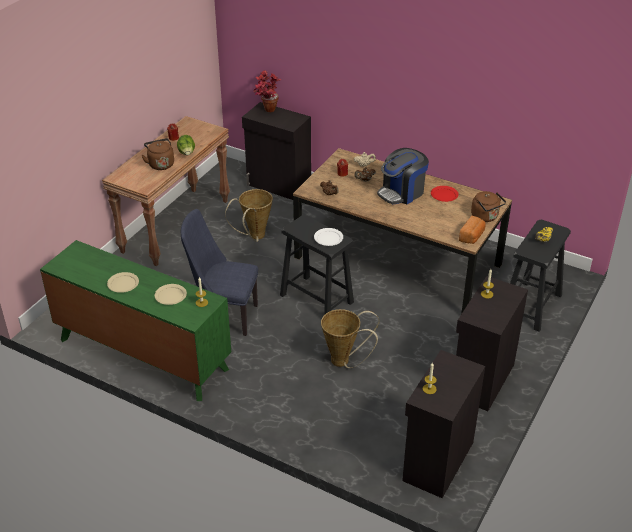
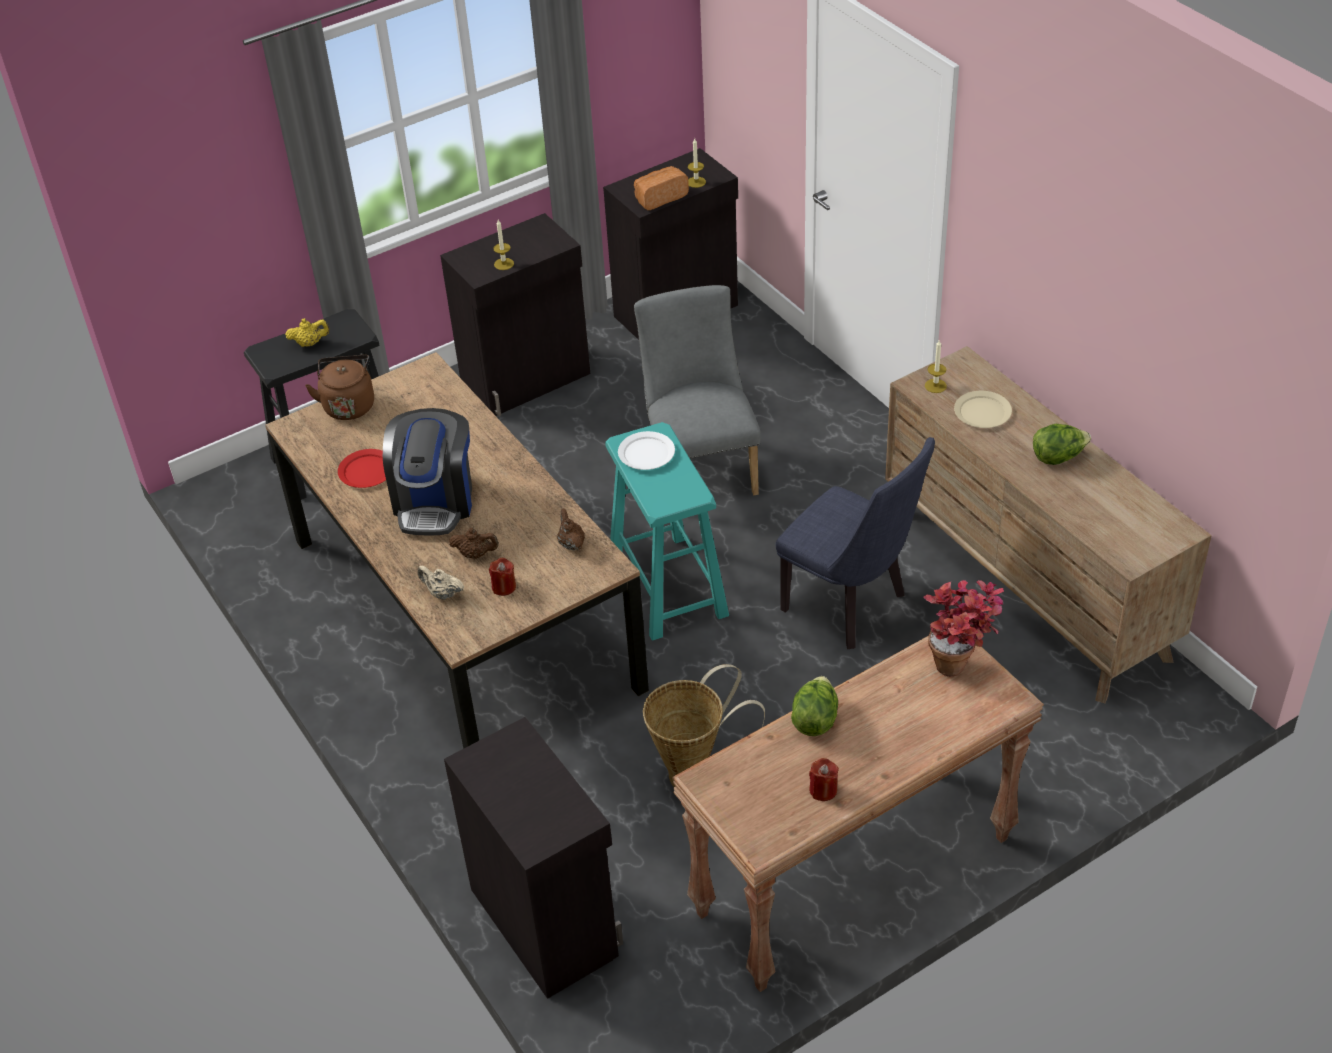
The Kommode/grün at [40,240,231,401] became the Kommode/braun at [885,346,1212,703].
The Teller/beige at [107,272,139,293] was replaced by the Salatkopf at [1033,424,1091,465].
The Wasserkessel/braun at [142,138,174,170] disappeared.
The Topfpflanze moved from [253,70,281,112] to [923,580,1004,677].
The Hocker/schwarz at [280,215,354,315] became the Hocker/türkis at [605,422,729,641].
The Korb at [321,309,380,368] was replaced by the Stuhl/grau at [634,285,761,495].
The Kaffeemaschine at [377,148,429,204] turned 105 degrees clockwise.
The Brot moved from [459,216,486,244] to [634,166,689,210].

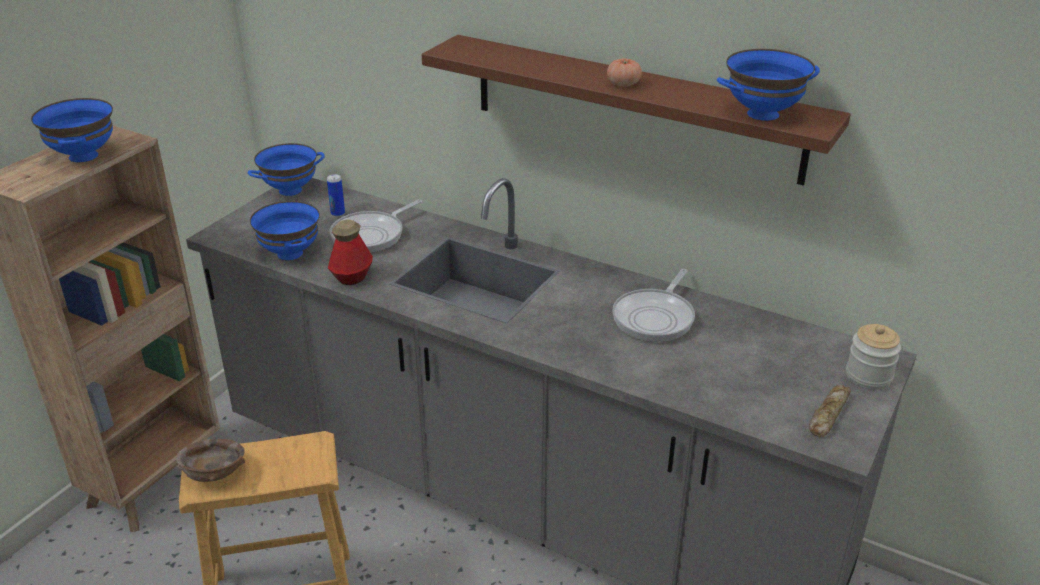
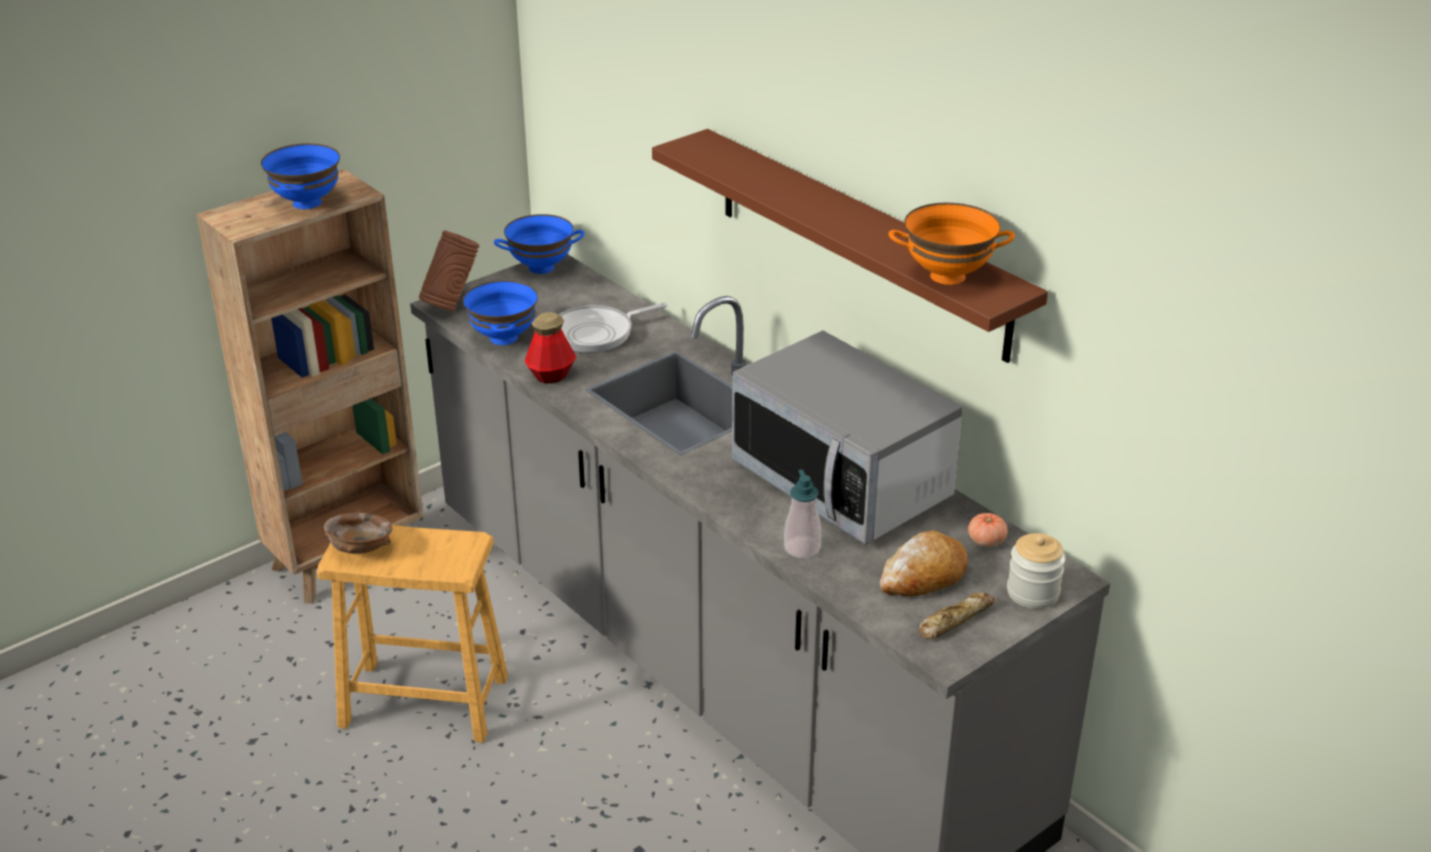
The Dose at [327,174,345,217] disappeared.
The Tomate moved from [607,58,642,87] to [968,513,1008,547].
The Pfanne at [612,269,695,342] was replaced by the Mikrowelle at [732,331,963,544].
The Schüssel/blau at [717,49,820,121] became the Schüssel/orange at [888,203,1015,285].
The Vase/braun at [419,230,479,311] appeared.
The Seifenspender at [784,470,821,559] appeared.
The Brot at [880,530,968,596] appeared.

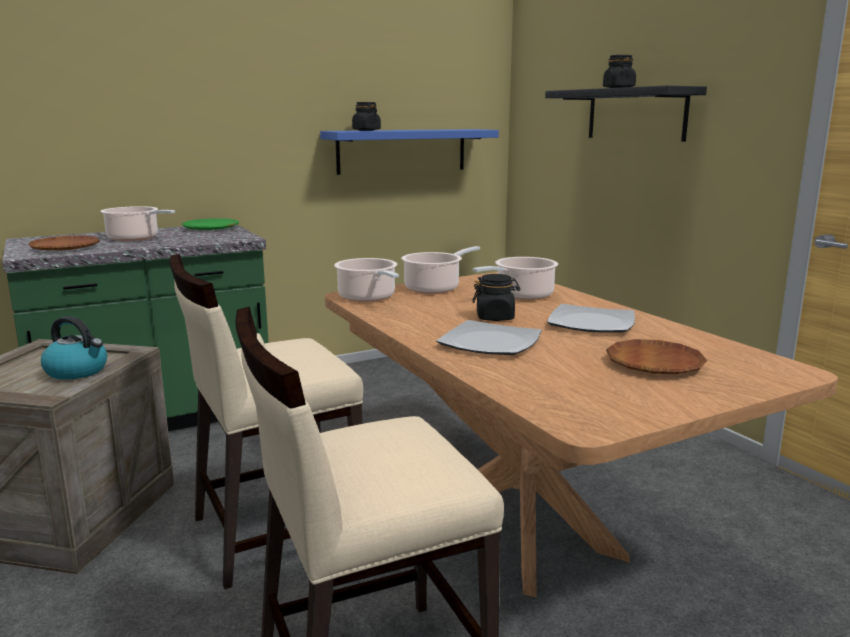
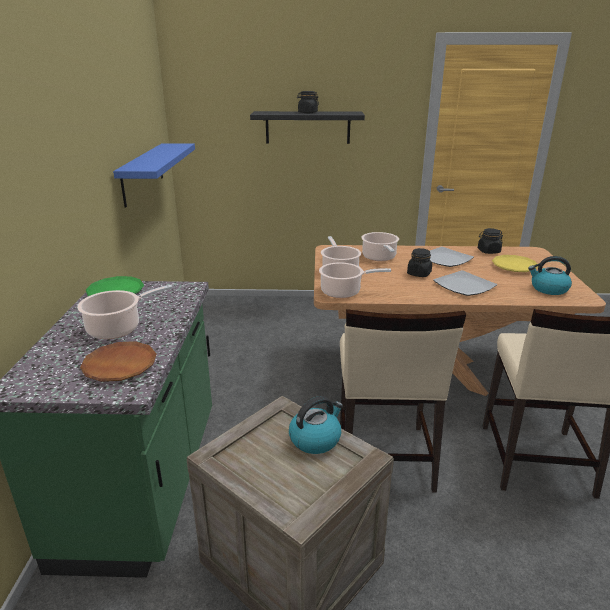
The Vorratsglas/schwarz moved from [352,102,381,131] to [478,228,503,254].
The Teller/braun at [606,339,707,374] became the Teller/gelb at [492,255,538,272].
The Wasserkessel at [528,256,572,295] appeared.

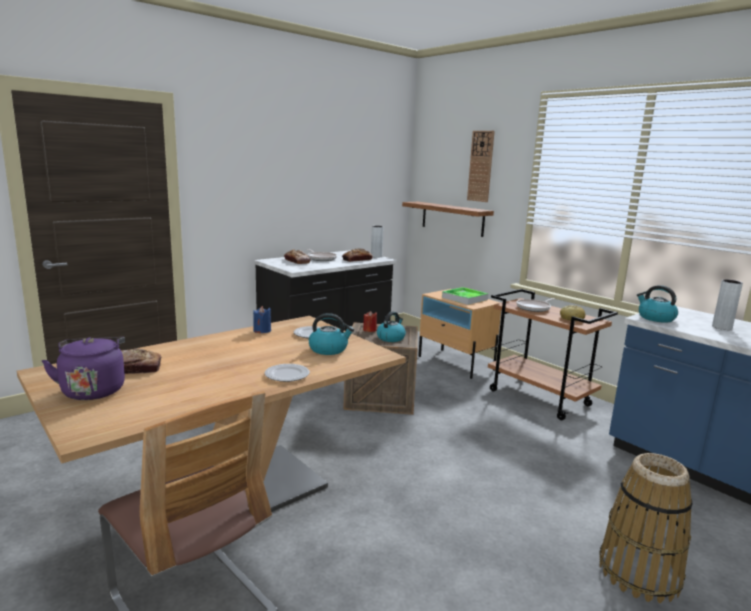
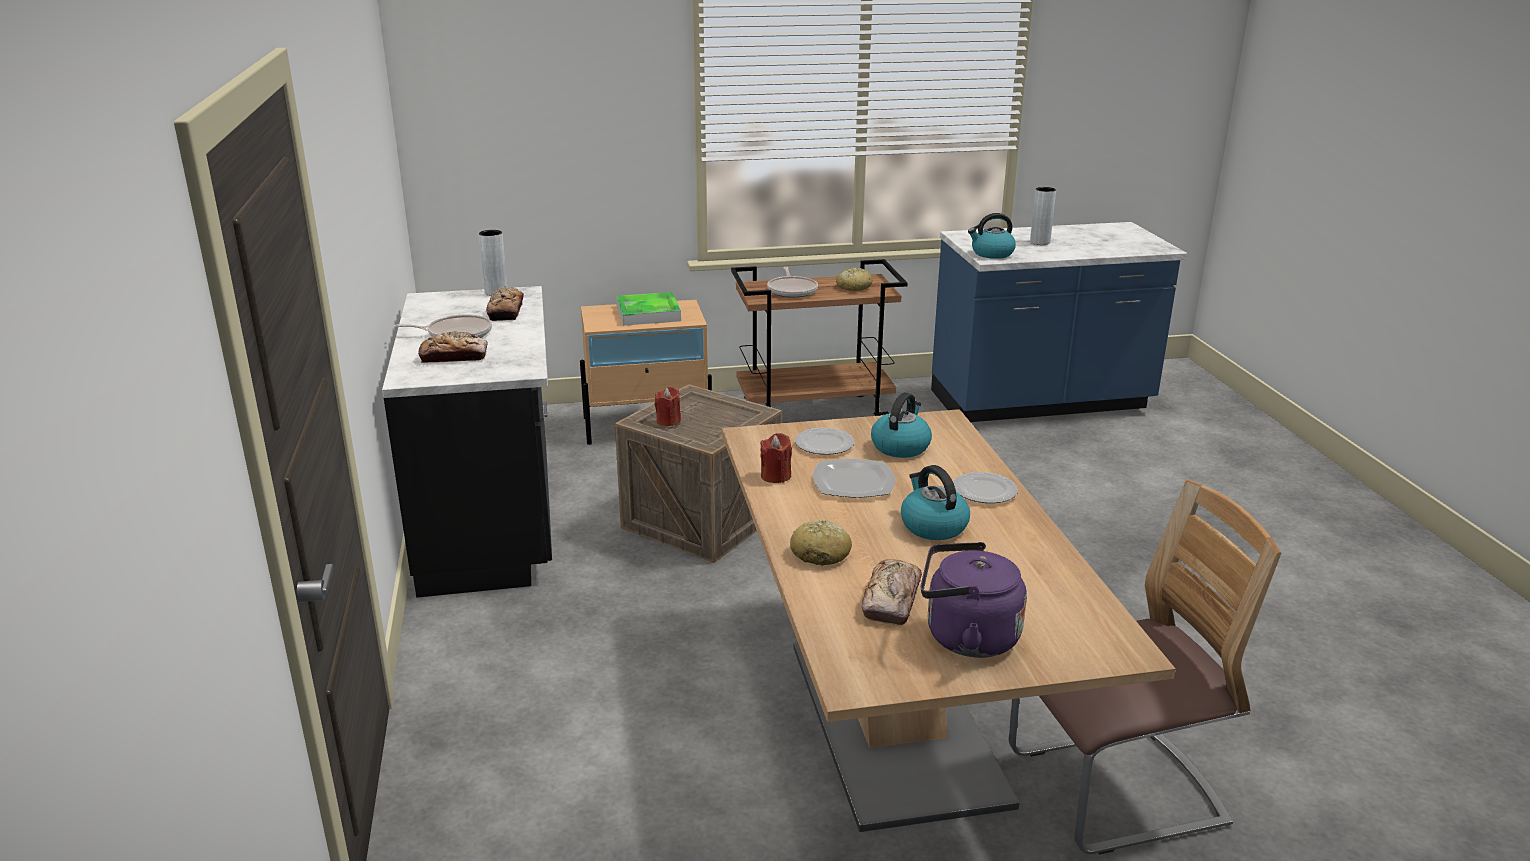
The Kerze/blau at [253,306,271,333] became the Kerze/rot at [760,433,792,483].
The Wasserkessel moved from [377,311,406,342] to [901,465,970,540].
The Wandregal at [402,202,494,237] disappeared.
The Wanduhr at [467,131,495,202] disappeared.
The Korb at [599,453,692,603] disappeared.
The Brot at [790,520,852,566] appeared.
The Teller at [813,459,895,498] appeared.

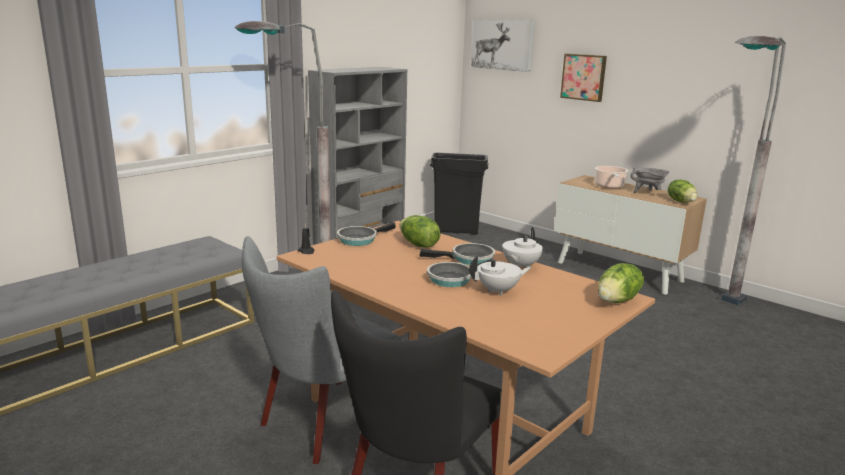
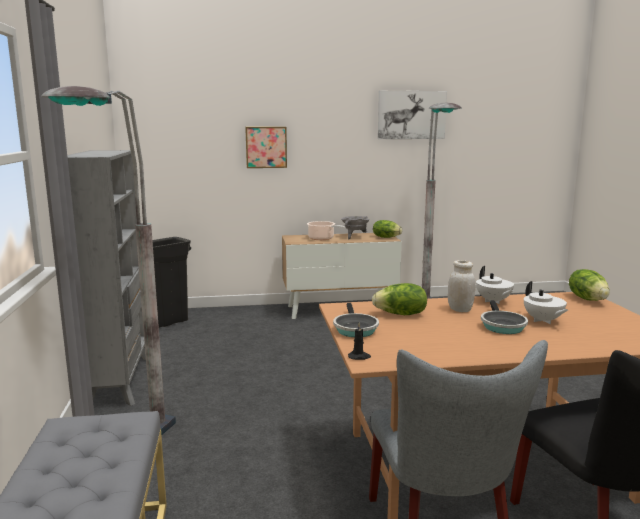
The Pfanne at [419,243,495,265] was replaced by the Vorratsglas/weiß at [448,260,476,312].
The Teekanne/weiß at [469,256,532,296] turned 135 degrees clockwise.
The Bild moved from [471,19,534,72] to [378,91,447,139].

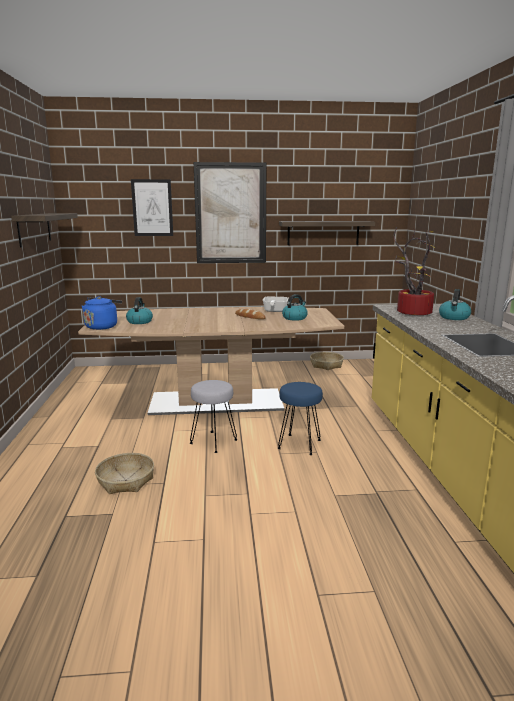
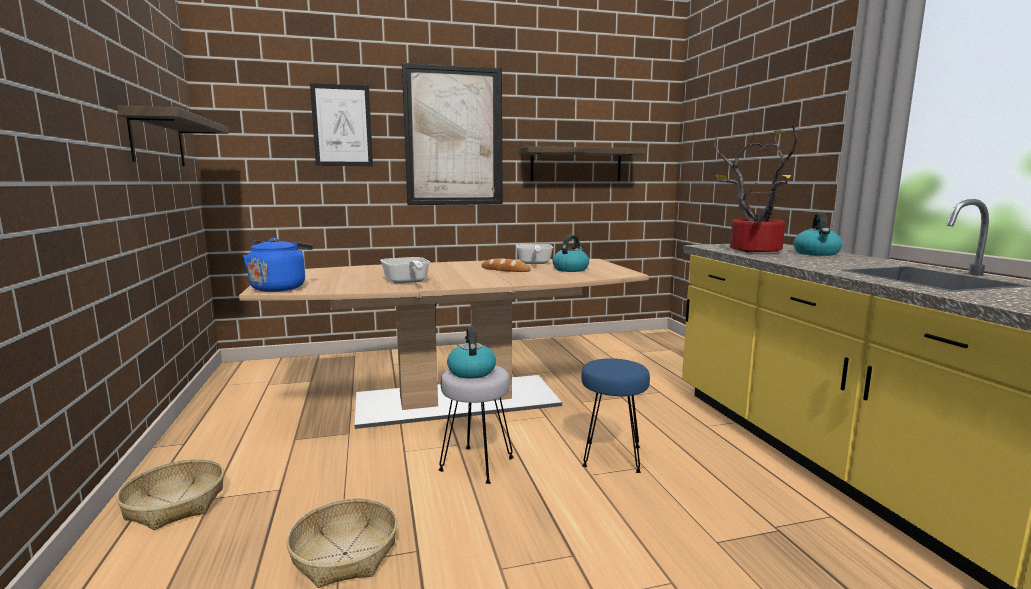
The Wasserkessel moved from [126,297,153,324] to [447,326,496,379].
The Korb moved from [310,352,344,370] to [116,459,224,530].
The Pfanne at [380,257,430,283] appeared.

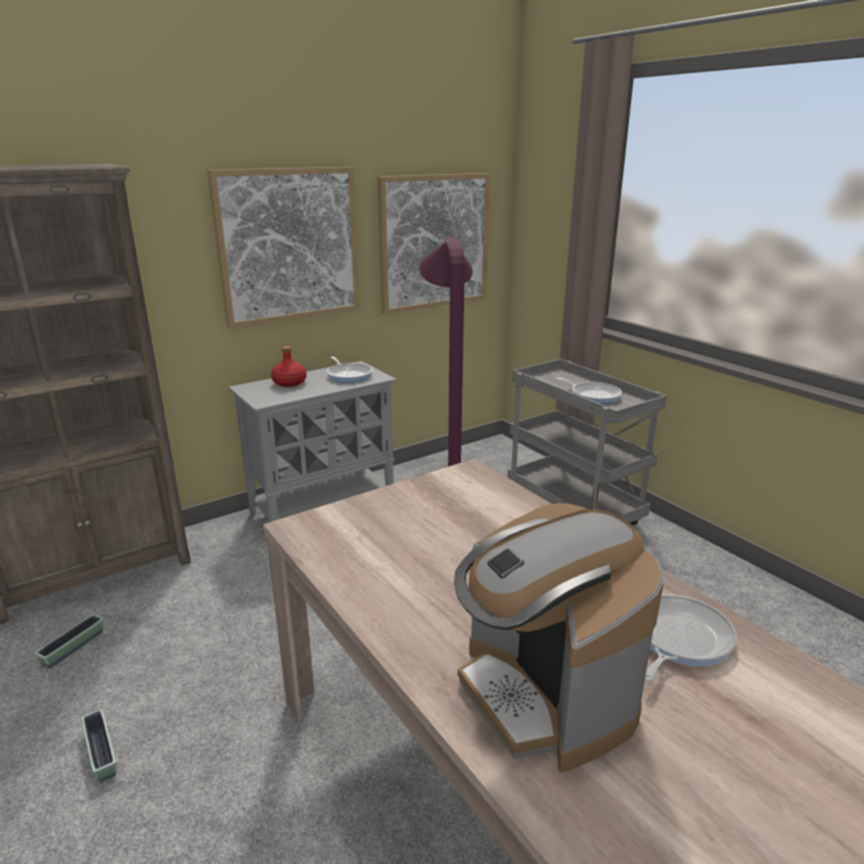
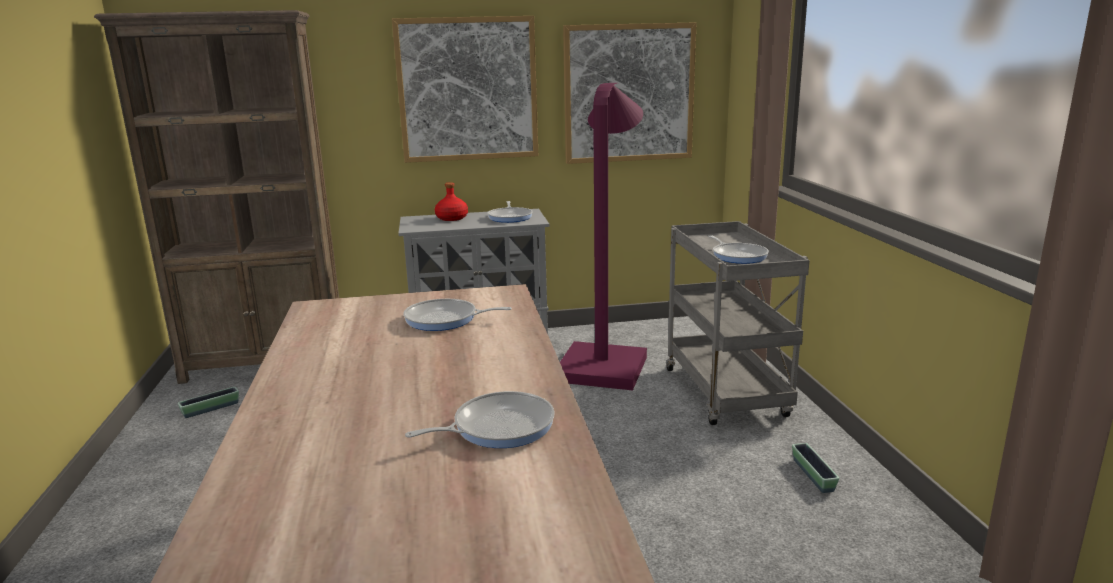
The Pflanzkübel moved from [81,709,116,782] to [792,443,839,493].
The Kaffeemaschine at [454,503,664,772] disappeared.
The Pfanne at [403,299,512,331] appeared.

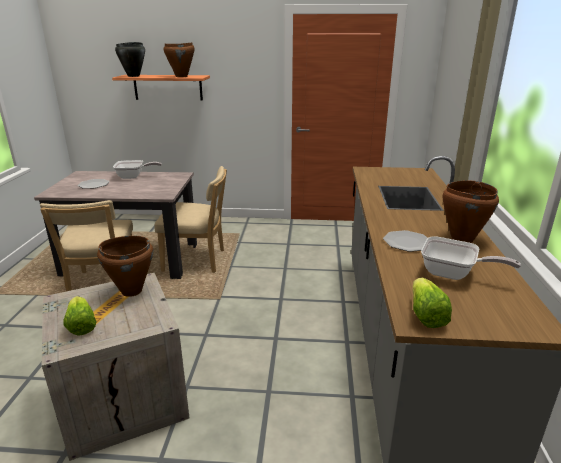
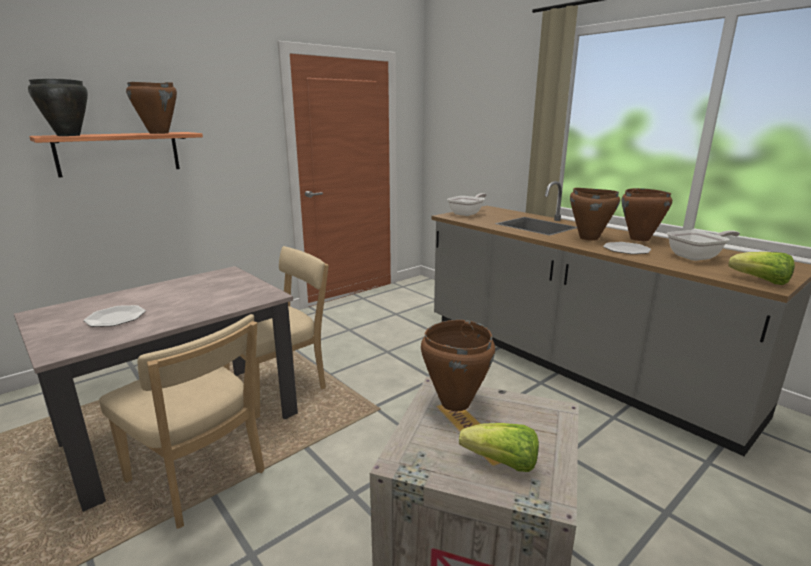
The Pfanne moved from [113,160,162,179] to [447,193,486,216].
The Kochtopf/braun at [570,188,620,241] appeared.

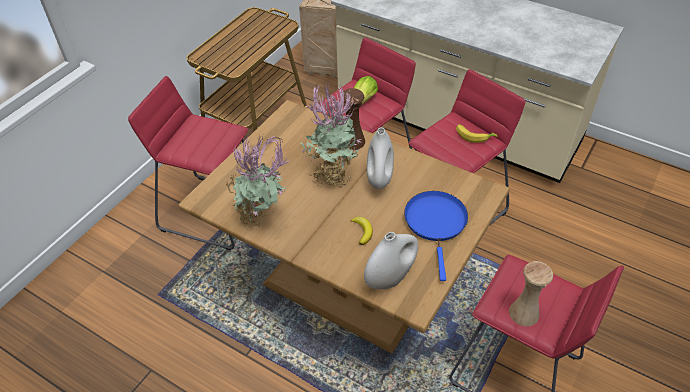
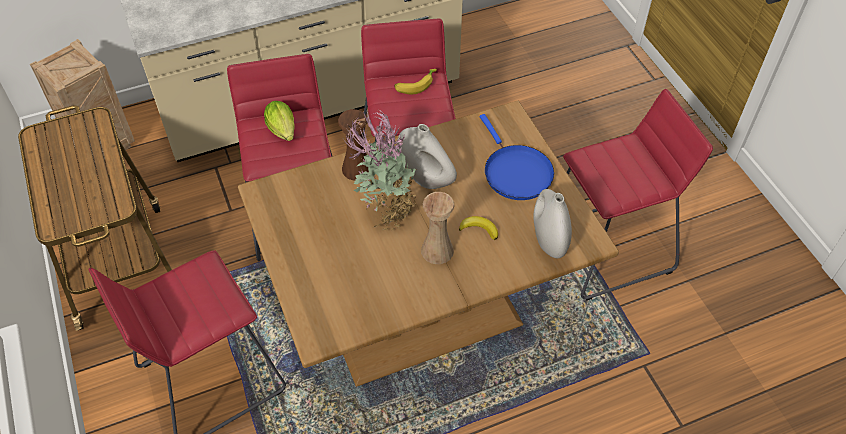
The Topfpflanze at [226,136,292,230] disappeared.
The Pfanne/blau at [404,191,468,281] turned 150 degrees counterclockwise.
The Vase/beige moved from [509,261,553,326] to [421,192,454,264].

